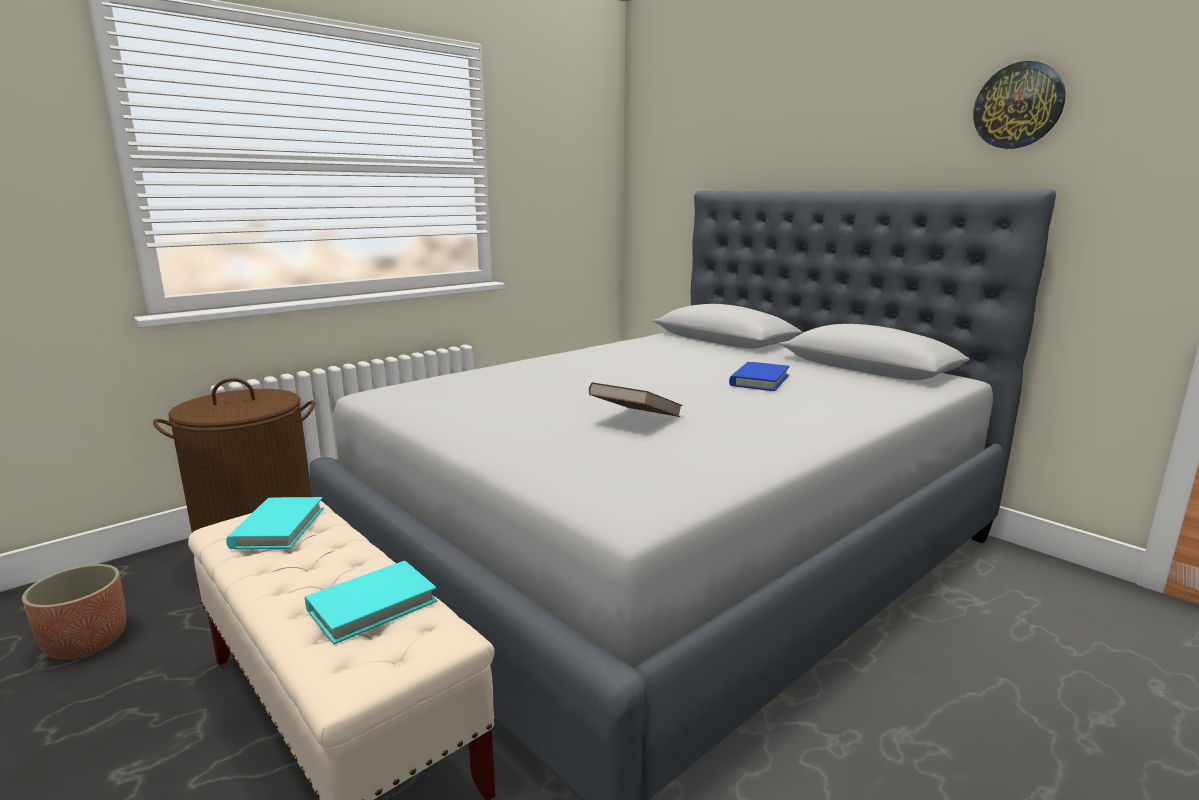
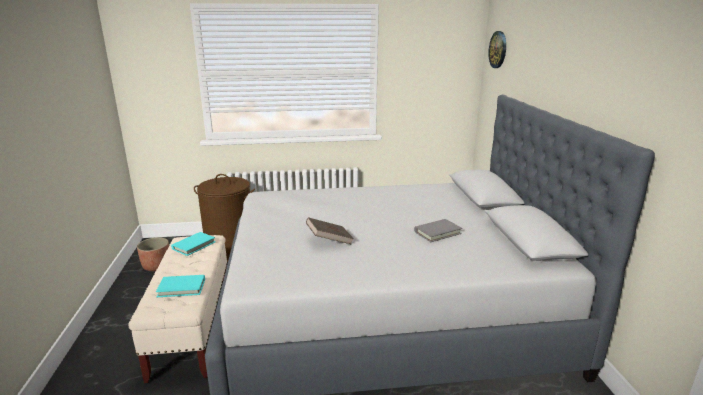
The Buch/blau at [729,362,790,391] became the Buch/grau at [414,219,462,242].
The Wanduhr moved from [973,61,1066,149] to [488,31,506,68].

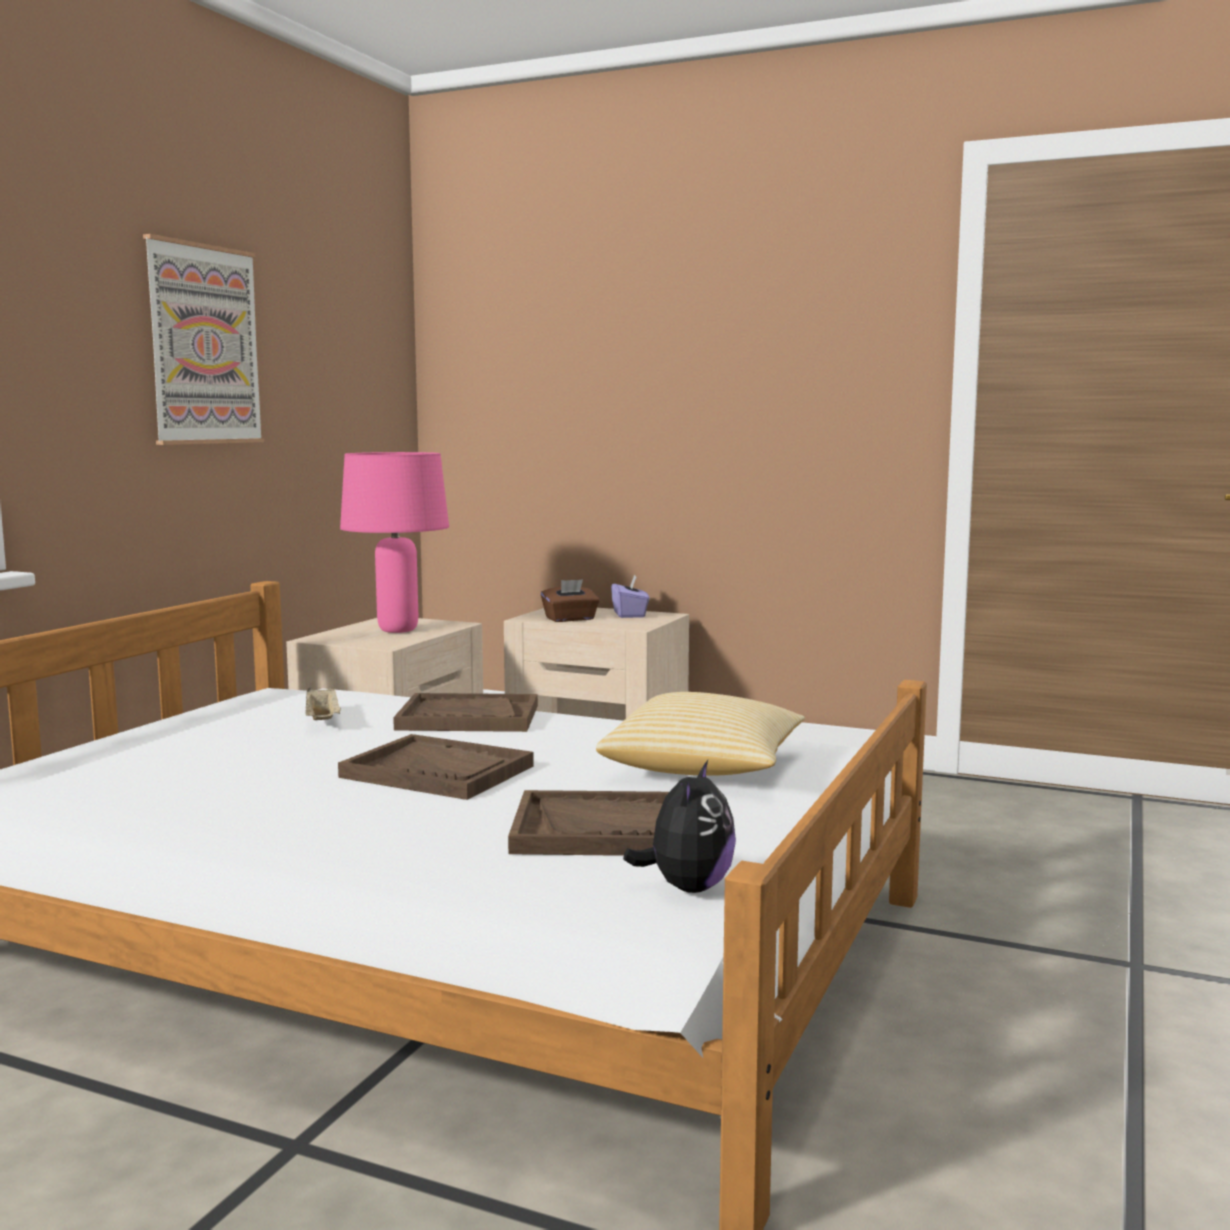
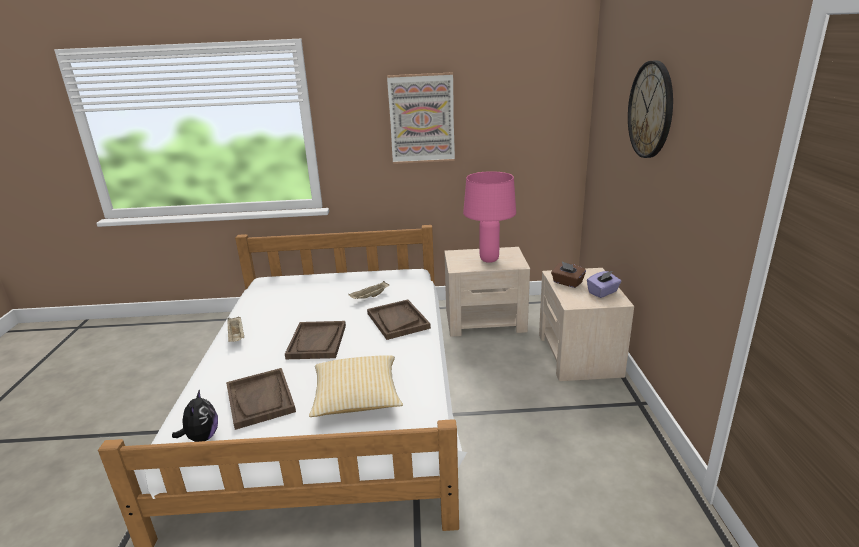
The Plüschtier at [623,760,736,893] turned 90 degrees counterclockwise.
The Tablett/beige at [227,317,244,342] appeared.
The Wanduhr at [628,60,673,158] appeared.

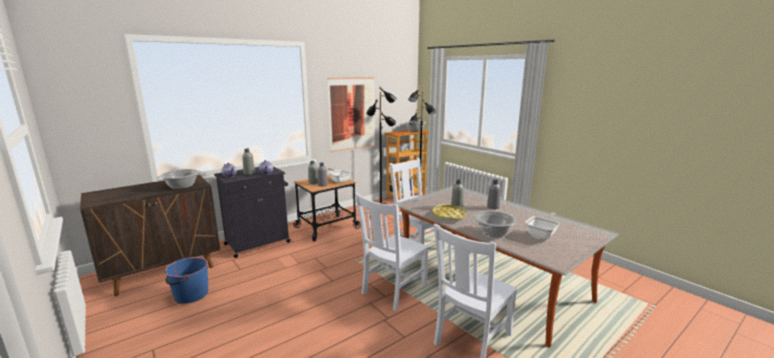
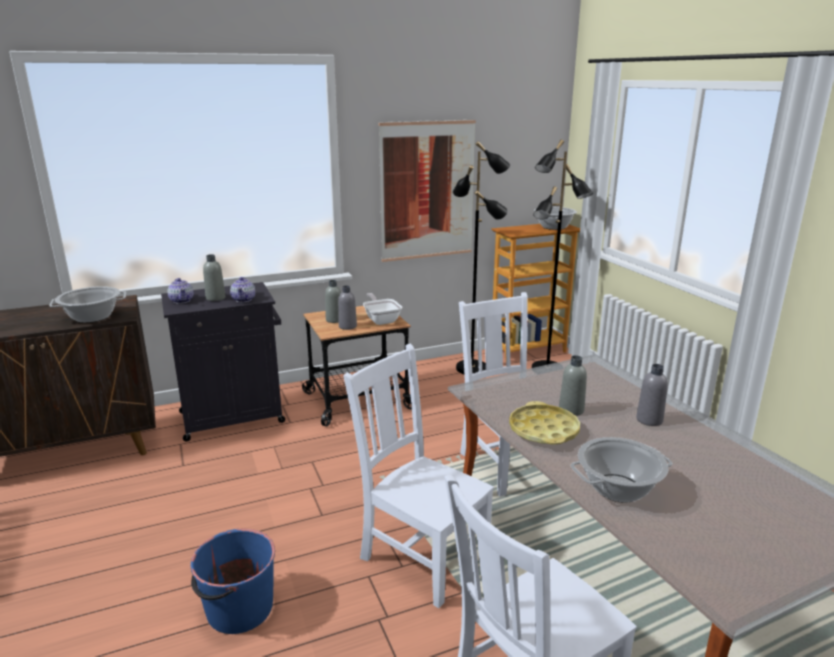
The Eimer/blau moved from [165,257,208,304] to [191,529,275,634].
The Stuhl/weiß at [355,193,429,310] turned 75 degrees clockwise.
The Pfanne at [525,213,560,239] disappeared.

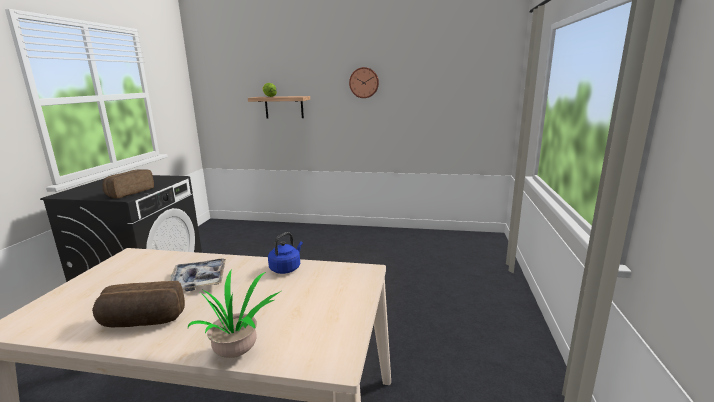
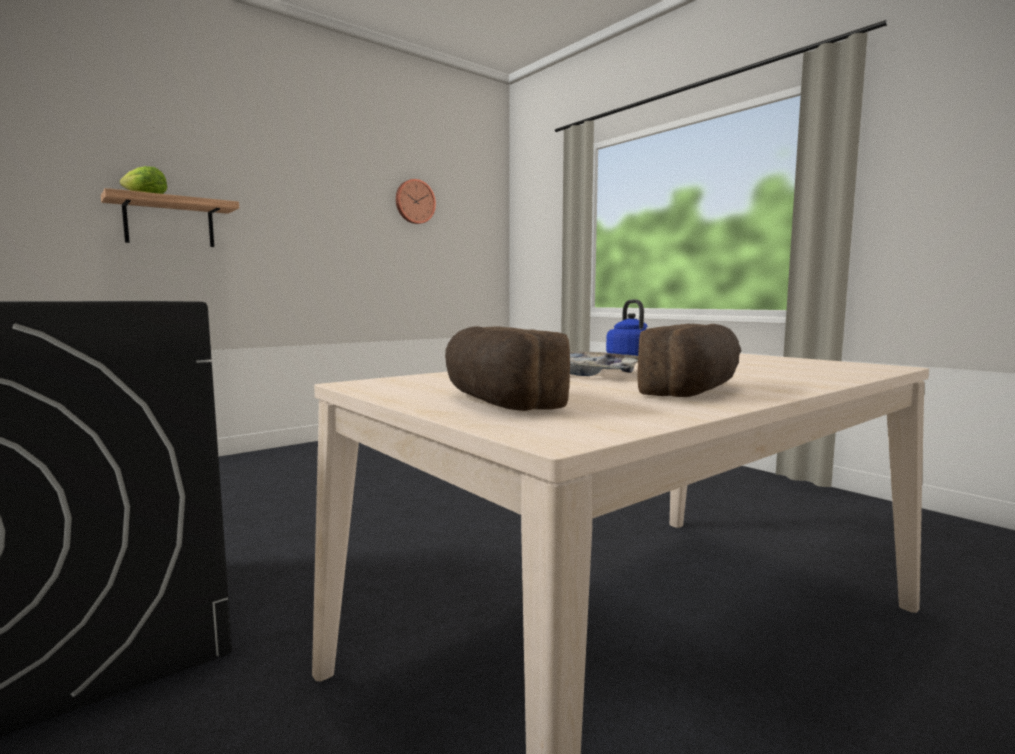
The Brot moved from [102,169,154,199] to [445,326,570,411].
The Topfpflanze at [188,268,281,358] disappeared.
The Wanduhr moved from [349,67,379,98] to [396,179,436,224].

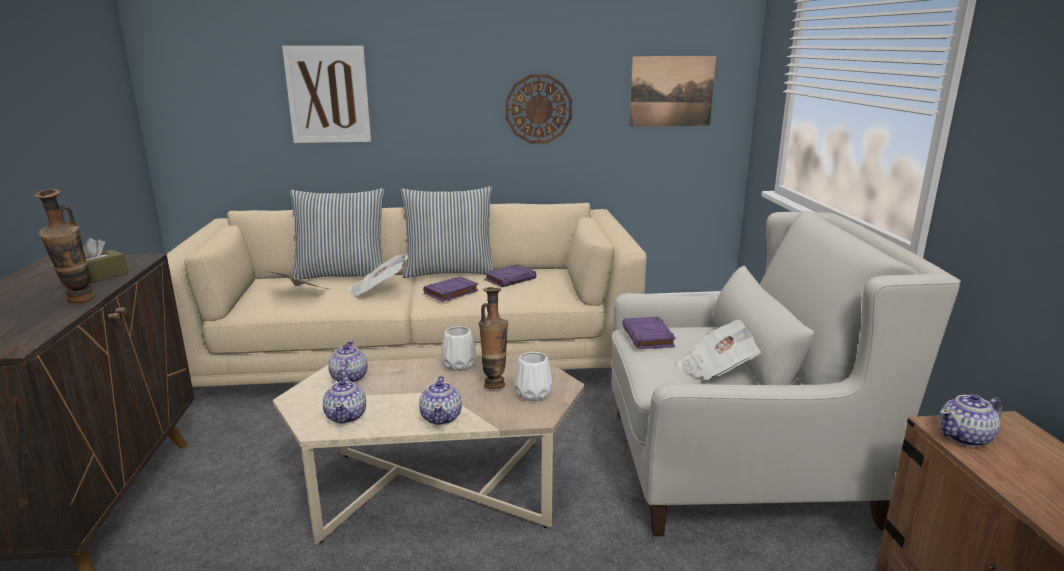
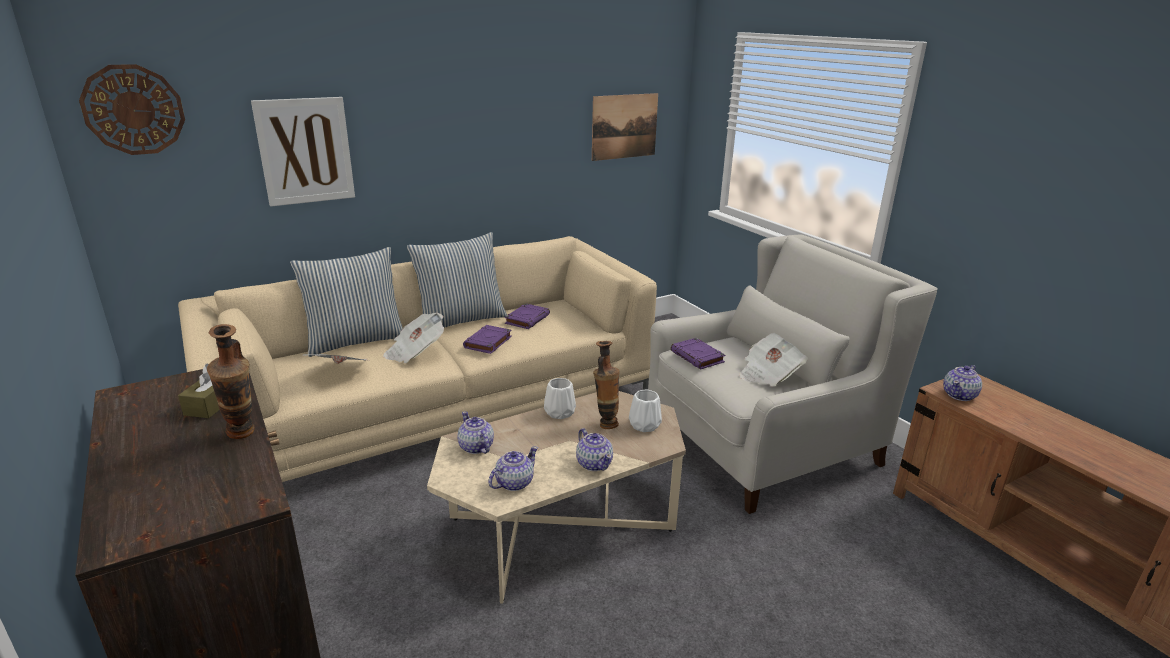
The Teekanne at [323,375,366,424] turned 105 degrees counterclockwise.
The Wanduhr moved from [505,74,572,144] to [79,64,185,155].

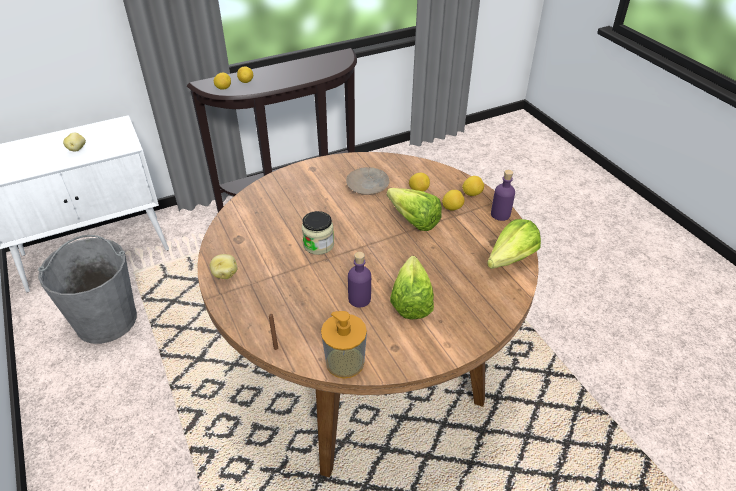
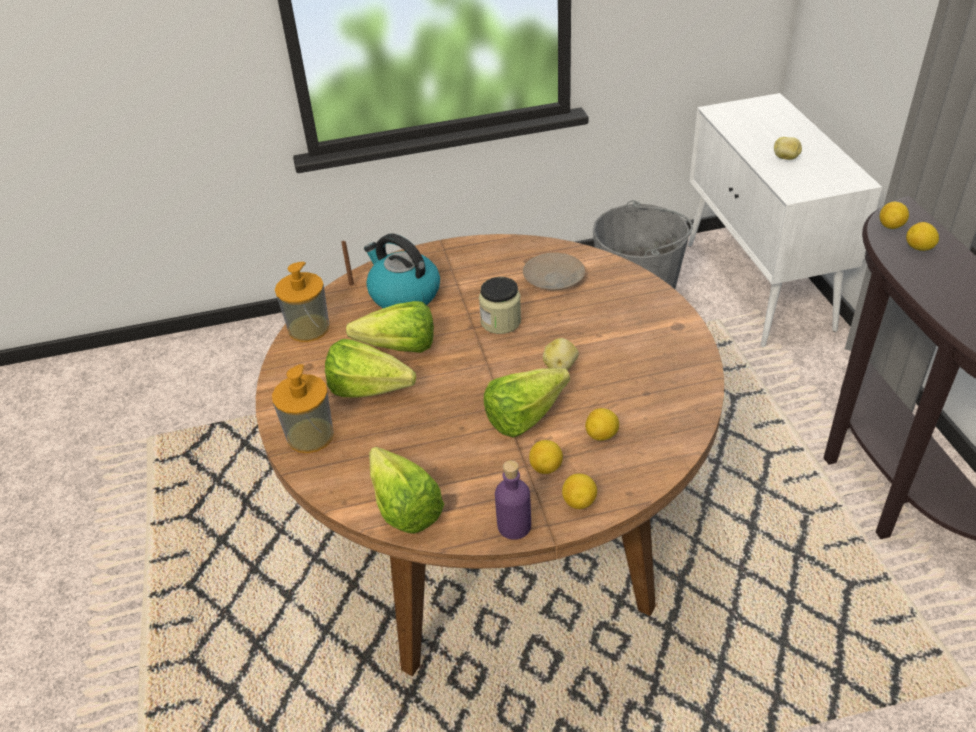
The Kartoffel moved from [210,254,238,279] to [543,338,579,370].
The Teller/beige moved from [346,167,390,195] to [523,253,585,290].
The Flasche/lila at [348,252,371,308] was replaced by the Salatkopf at [346,301,434,353].
The Seifenspender at [272,364,334,453] appeared.
The Wasserkessel at [364,233,440,308] appeared.

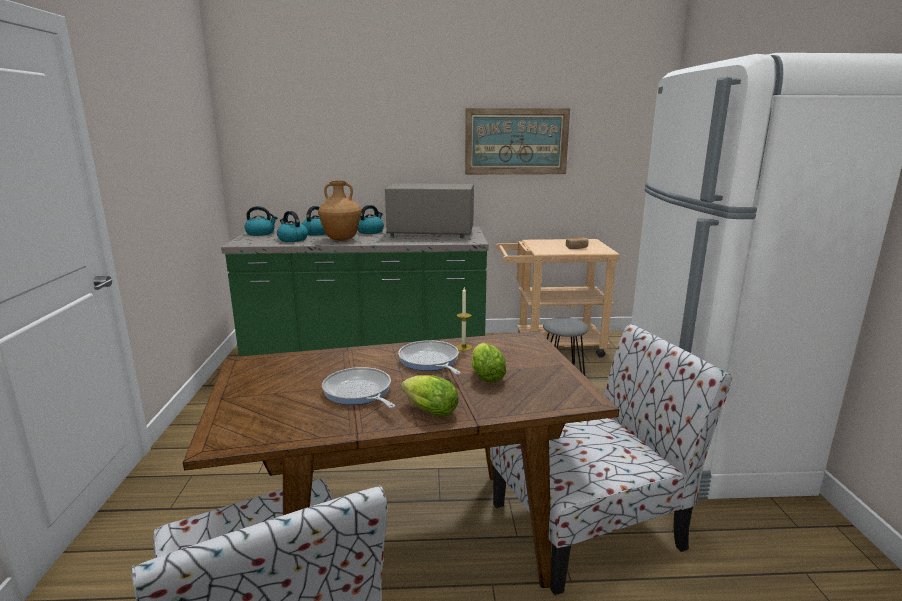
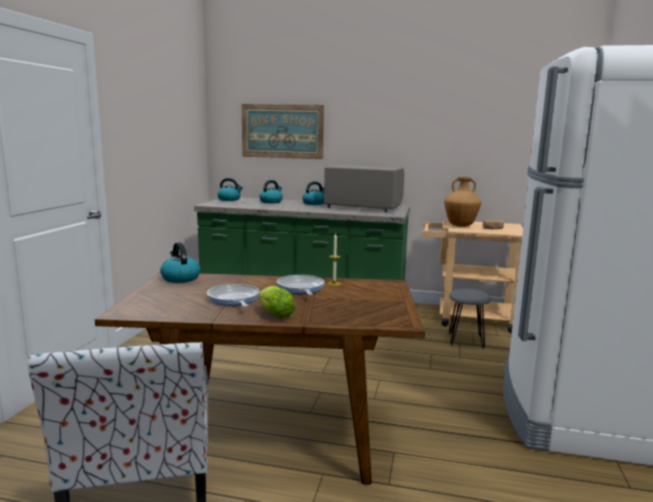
The Wasserkessel moved from [277,211,308,242] to [160,242,200,283].
The Vase/braun moved from [318,181,361,241] to [444,177,481,227].
The Bild moved from [465,108,570,175] to [242,104,324,159].
The Salatkopf at [471,343,506,382] disappeared.
The Stuhl at [490,324,732,595] disappeared.

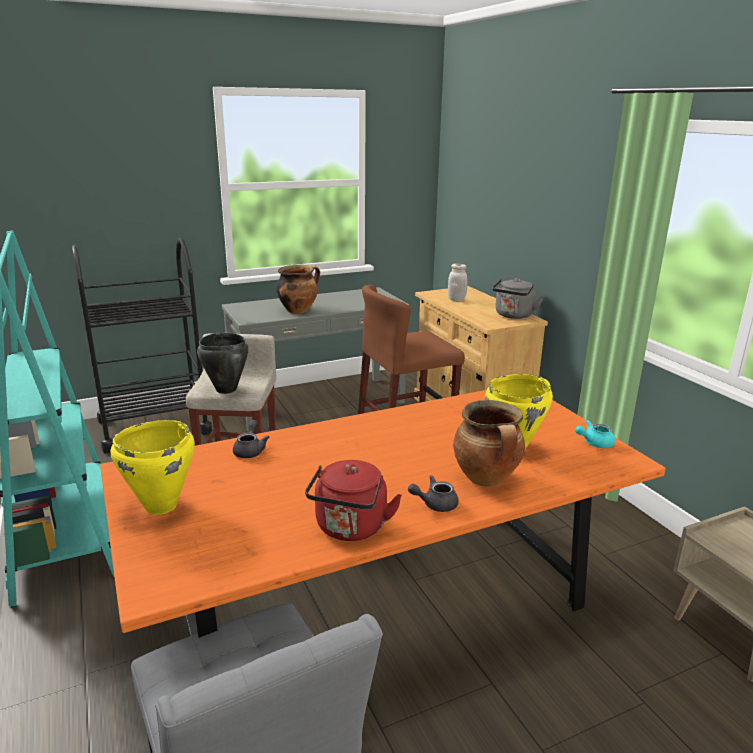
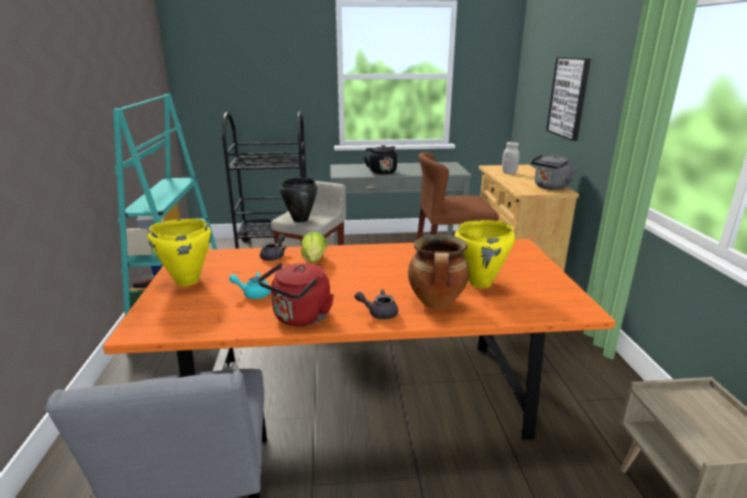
The Kochtopf at [276,265,320,314] was replaced by the Wasserkessel/schwarz at [364,145,397,175].
The Teekanne/türkis moved from [575,420,615,448] to [229,272,271,299].
The Salatkopf at [301,231,327,263] appeared.
The Bild at [546,57,591,141] appeared.

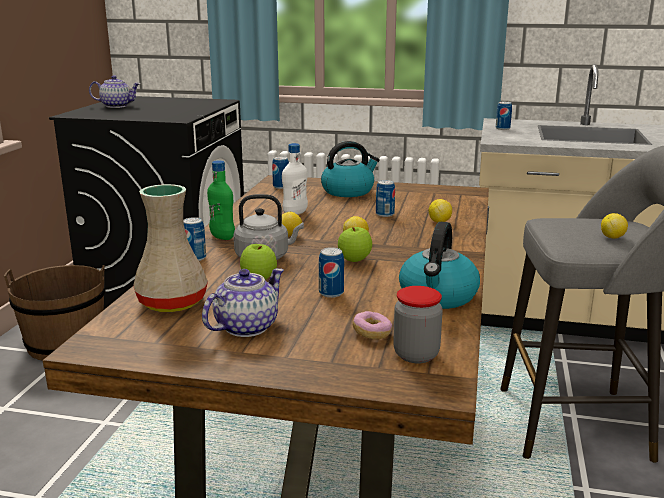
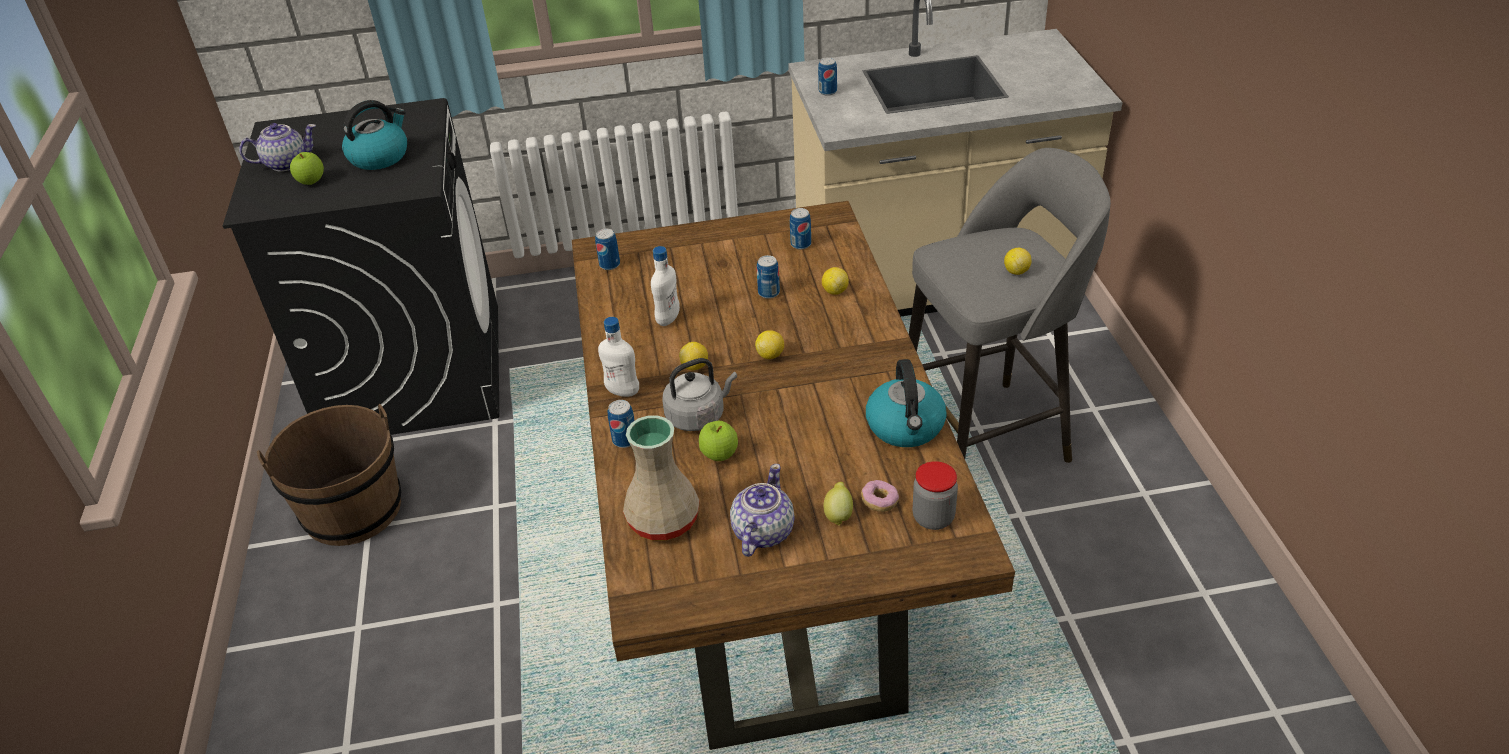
The Flasche/grün at [207,160,235,240] became the Flasche/weiß at [598,317,639,397].
The Dose moved from [319,247,344,298] to [790,208,811,249].
The Wasserkessel moved from [321,141,380,197] to [342,100,407,170].
The Apfel moved from [338,227,372,262] to [290,152,324,185].
The Zitrone at [823,482,853,526] appeared.

